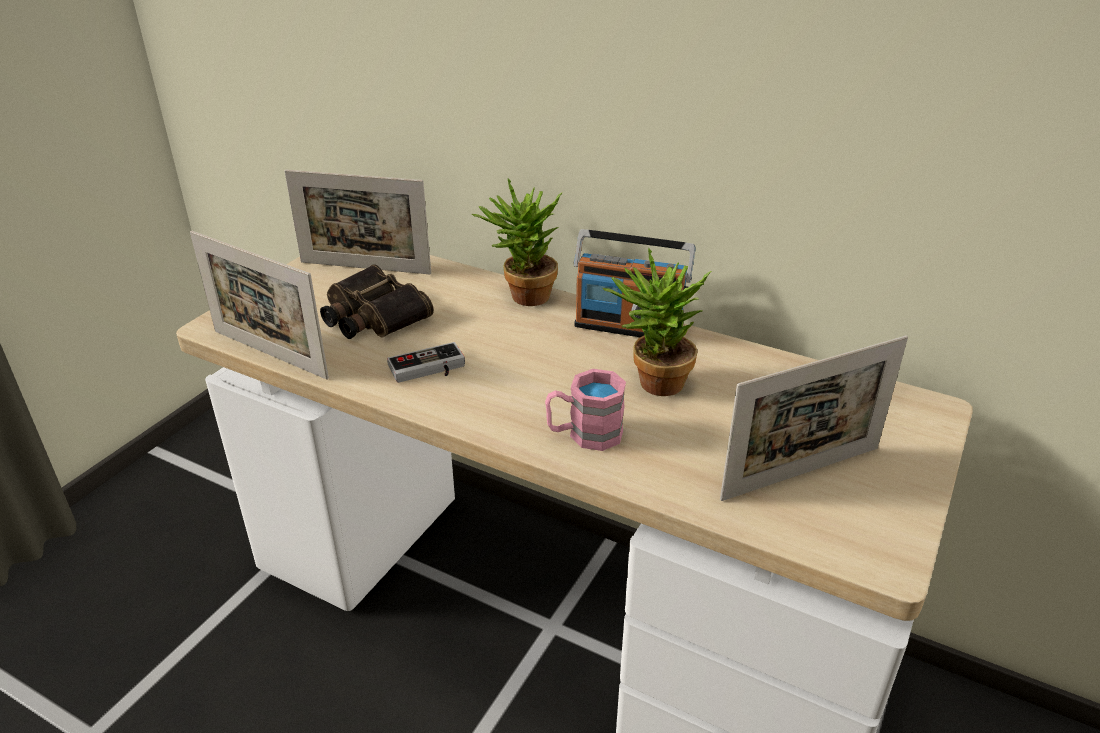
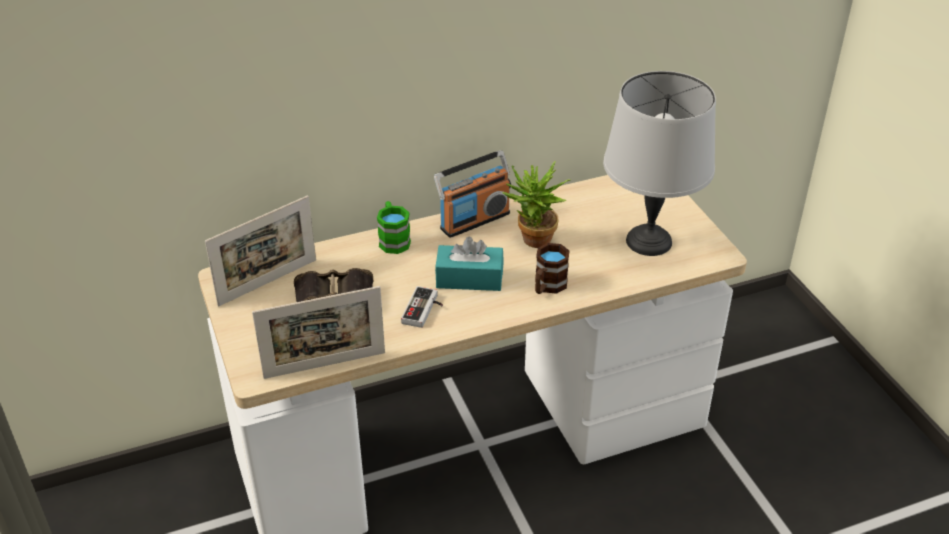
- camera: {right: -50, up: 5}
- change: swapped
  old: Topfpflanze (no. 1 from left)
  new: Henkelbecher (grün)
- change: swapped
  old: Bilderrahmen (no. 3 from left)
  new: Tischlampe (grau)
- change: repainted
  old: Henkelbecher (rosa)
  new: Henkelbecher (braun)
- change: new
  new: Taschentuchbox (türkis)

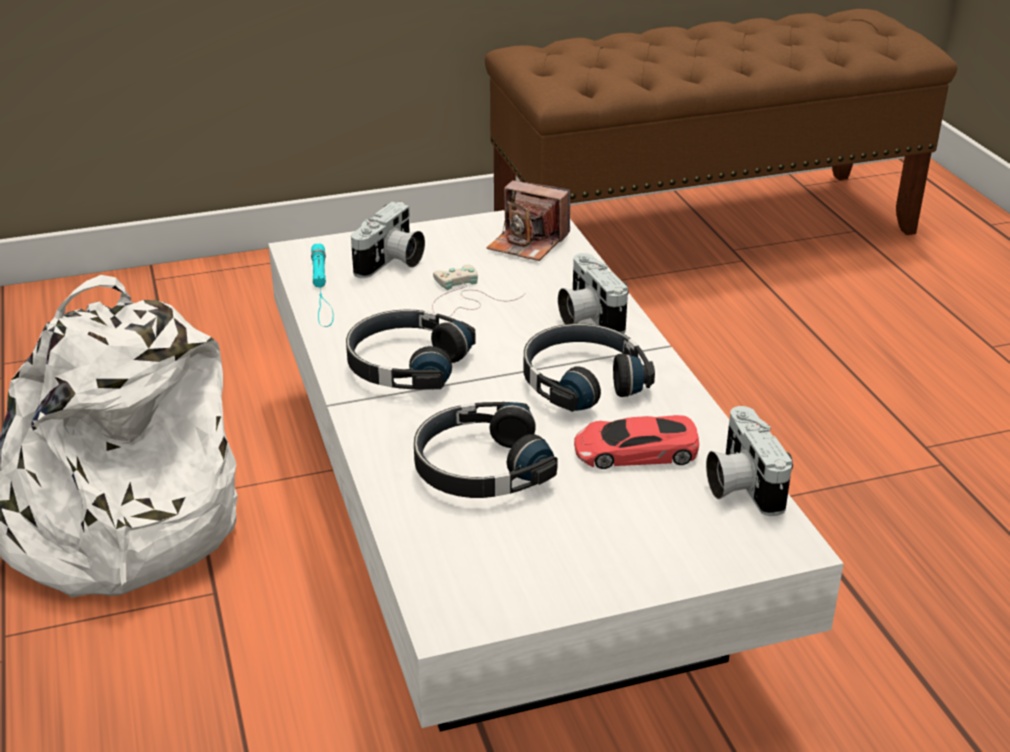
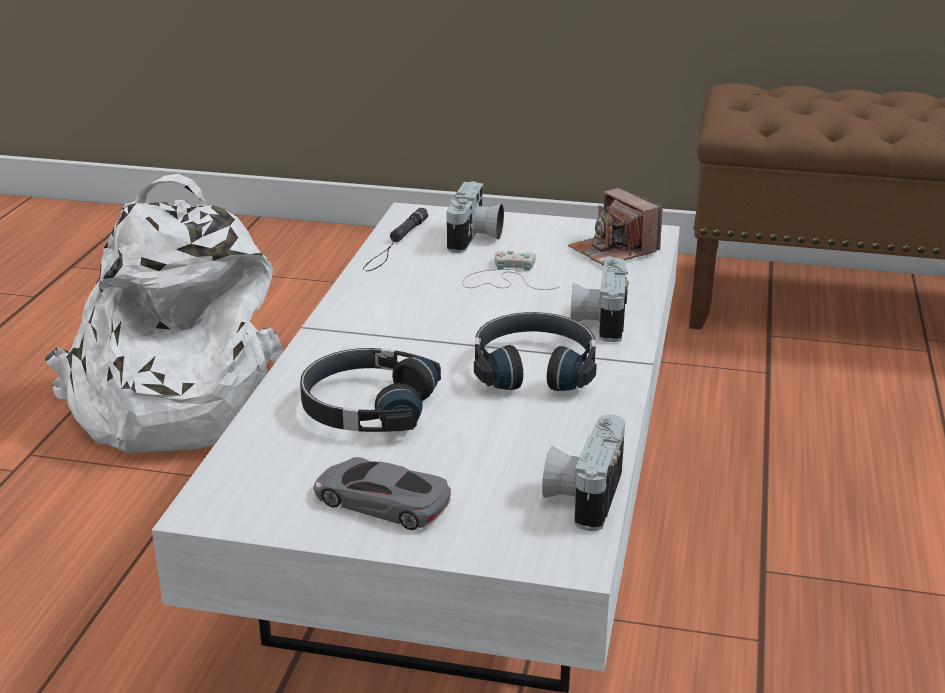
- camera: {right: 30, up: -5}
- change: rotated
  old: Kamera (no. 1 from left)
  degrees: -45
- change: repainted
  old: Taschenlampe (türkis)
  new: Taschenlampe (schwarz)
- change: gone
  old: Kopfhörer (schwarz) (no. 1 from left)
- change: gone
  old: Spielzeugauto (rot)
- change: new
  new: Spielzeugauto (grau)

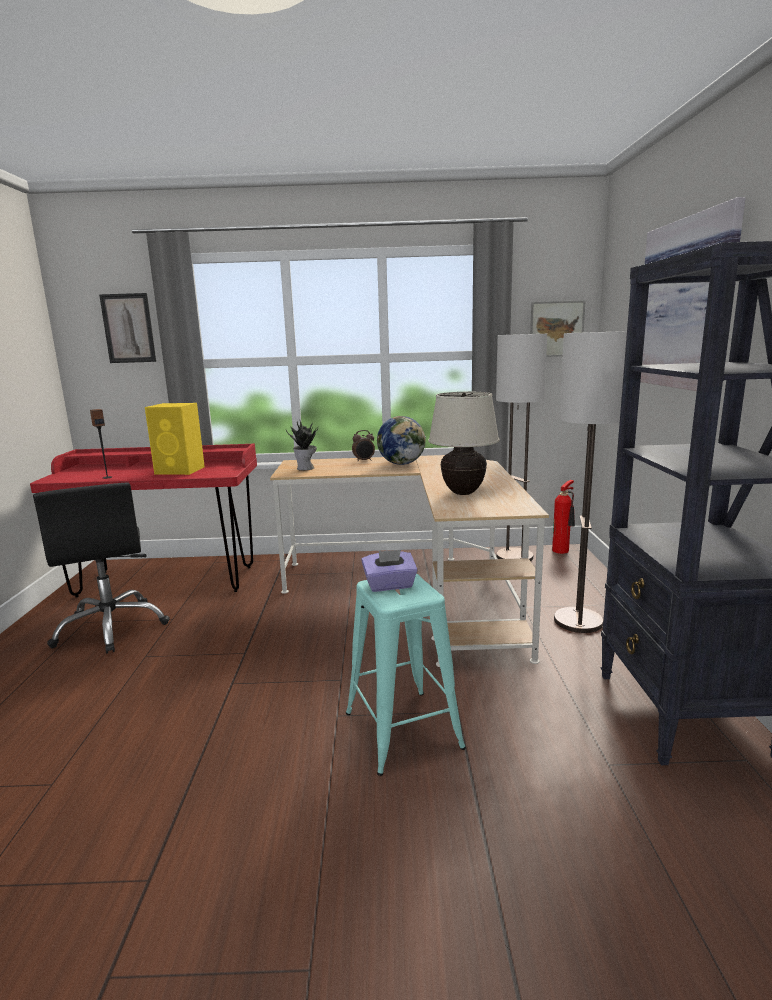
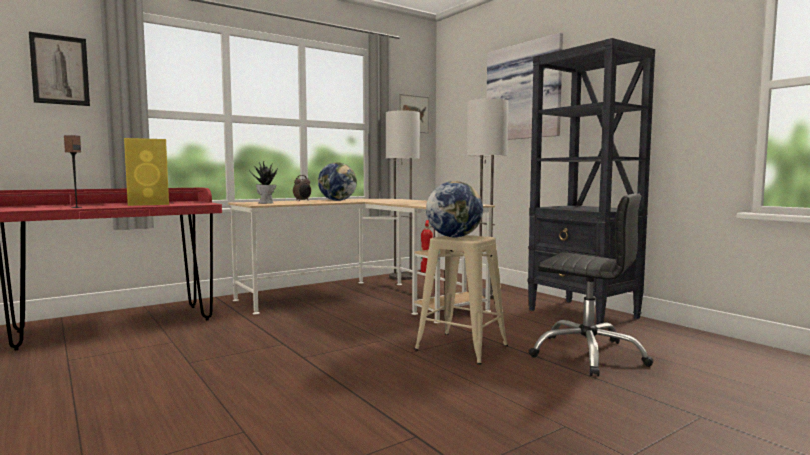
- camera: {right: -35, up: -10}
- change: gone
  old: Tischlampe (beige)
- change: shifted
  old: Bürostuhl (schwarz)
- change: swapped
  old: Taschentuchbox (lila)
  new: Globus (no. 2 from left)
- change: repainted
  old: Hocker (türkis)
  new: Hocker (beige)

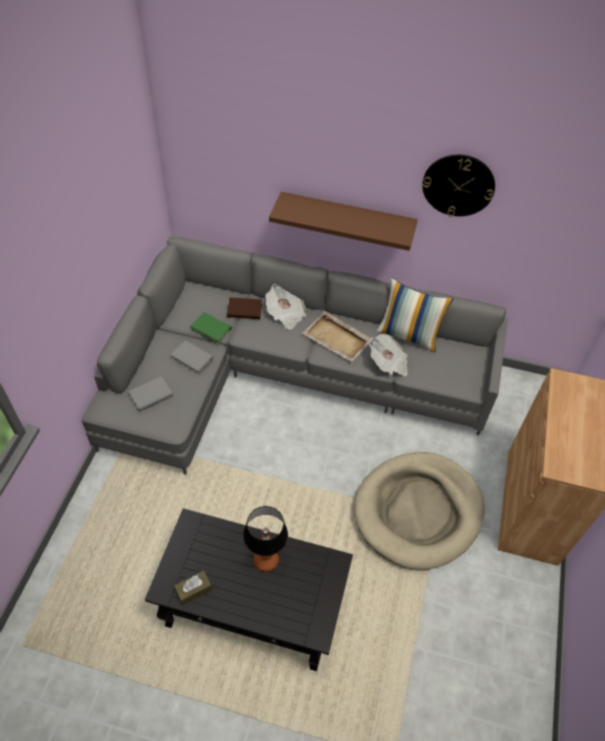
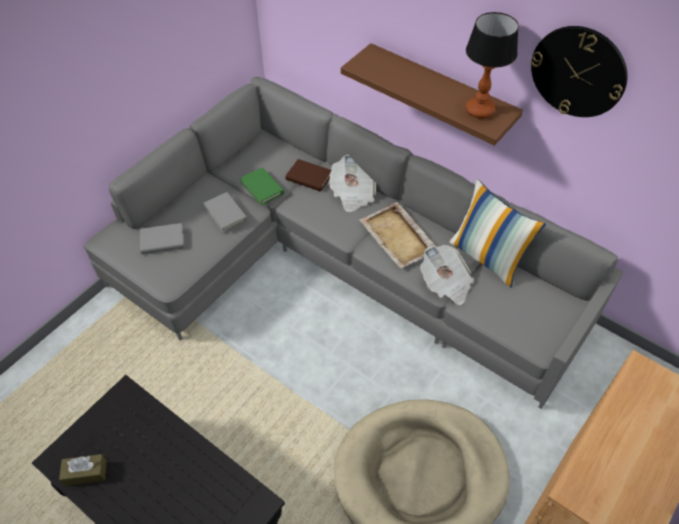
- camera: {right: 25, up: 0}
- change: shifted
  old: Tischlampe

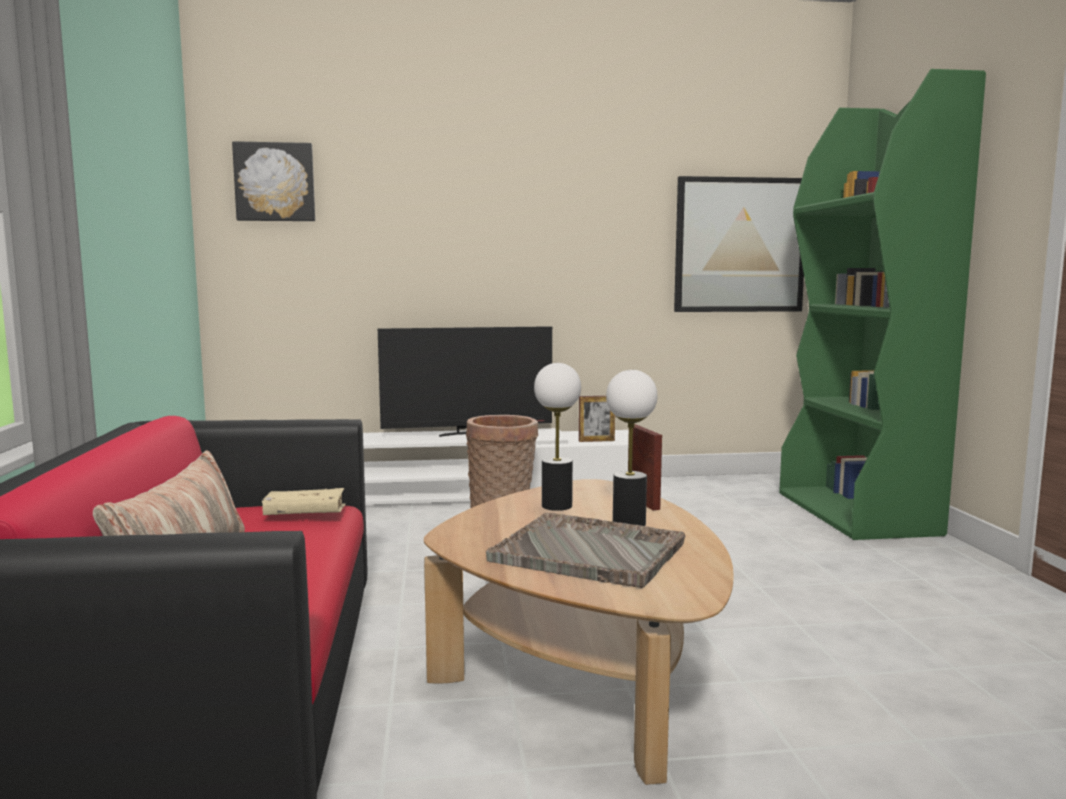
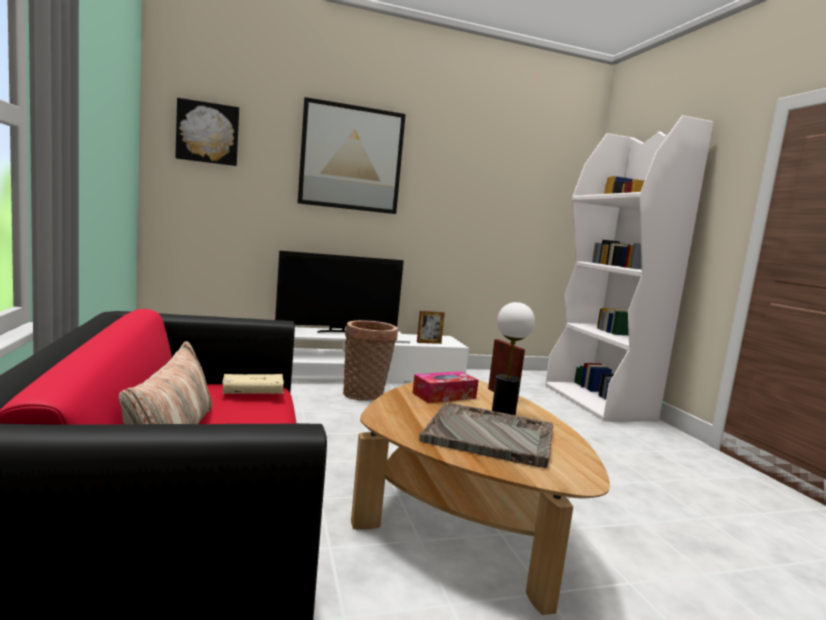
- camera: {right: -10, up: 0}
- change: repainted
  old: Bücherregal (grün)
  new: Bücherregal (weiß)
- change: shifted
  old: Bild (no. 2 from left)
- change: swapped
  old: Tischlampe (no. 1 from left)
  new: Taschentuchbox

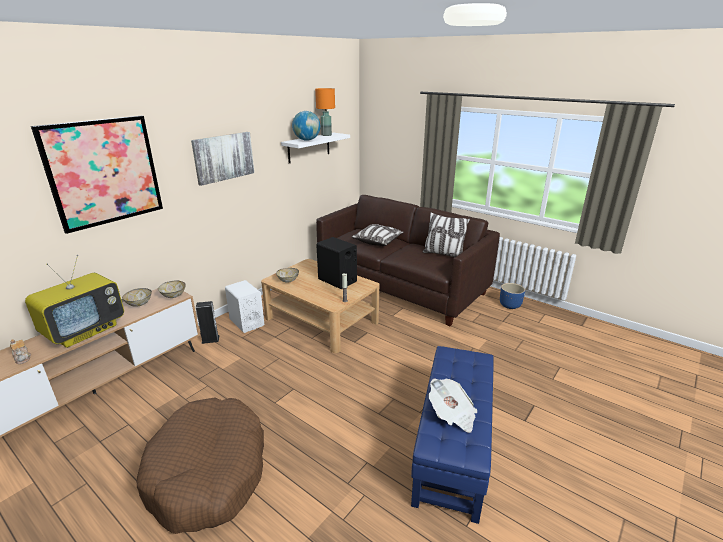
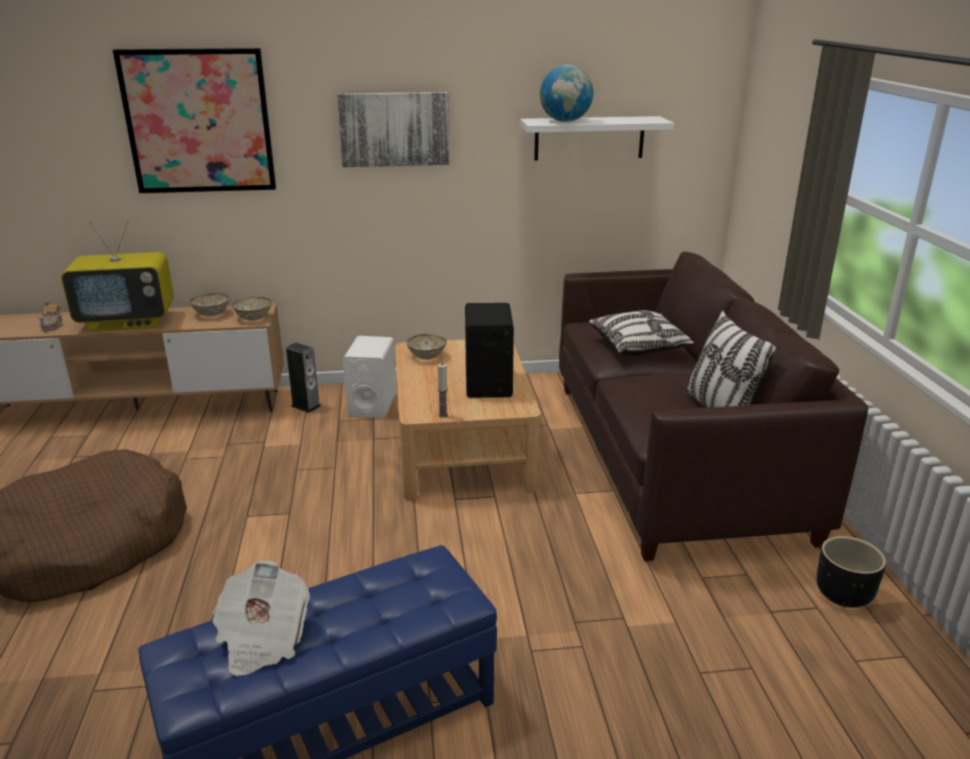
- camera: {right: 45, up: 0}
- change: gone
  old: Tischlampe (orange)
- change: repainted
  old: Pflanzkübel (blau)
  new: Pflanzkübel (schwarz)

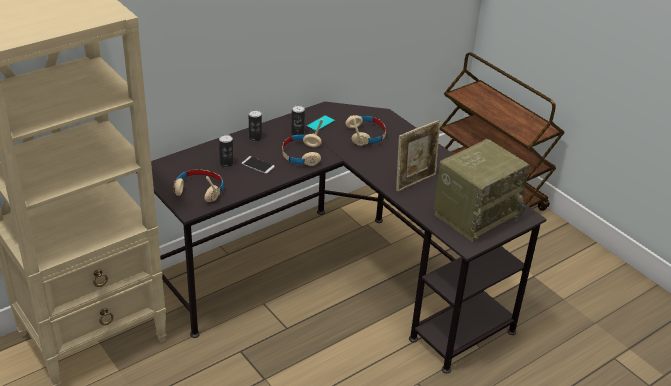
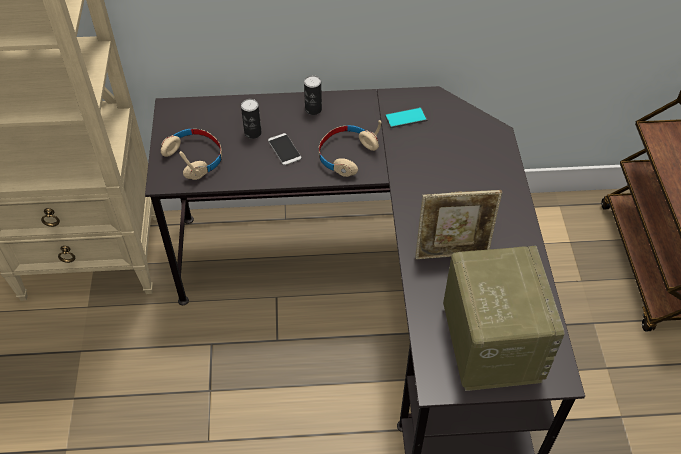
- camera: {right: 35, up: 15}
- change: gone
  old: Dose (no. 3 from left)
- change: gone
  old: Kopfhörer (beige) (no. 3 from left)
- change: rotated
  old: Radio
  degrees: -90

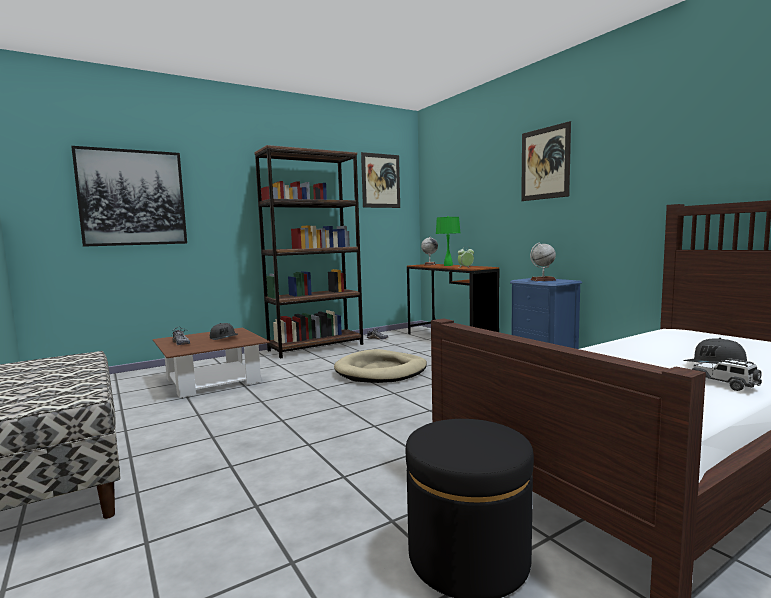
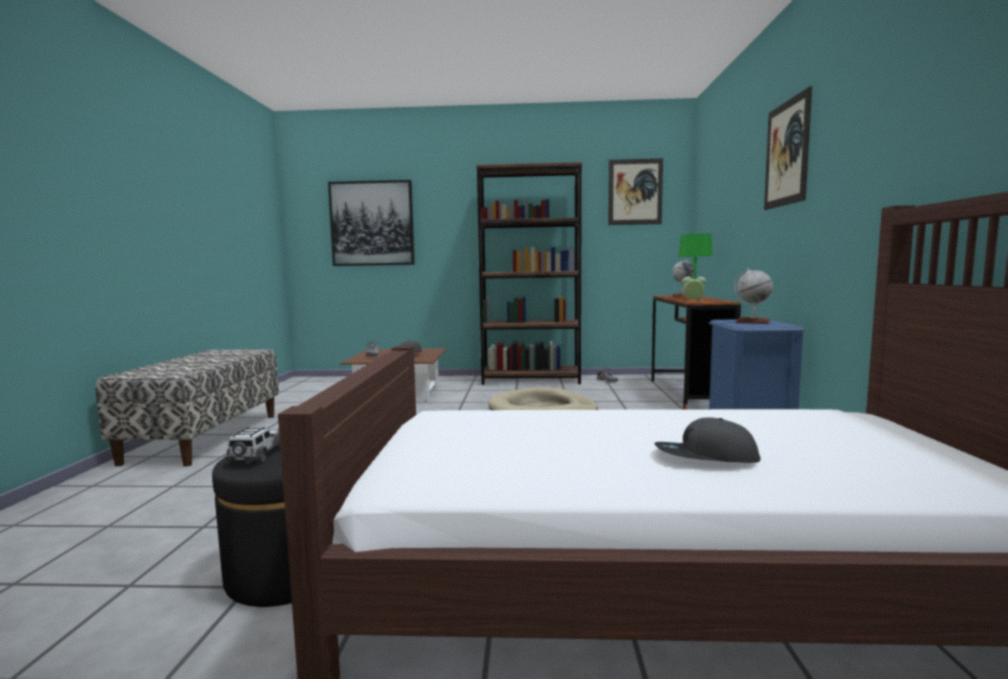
- camera: {right: 35, up: 0}
- change: shifted
  old: Spielzeugauto

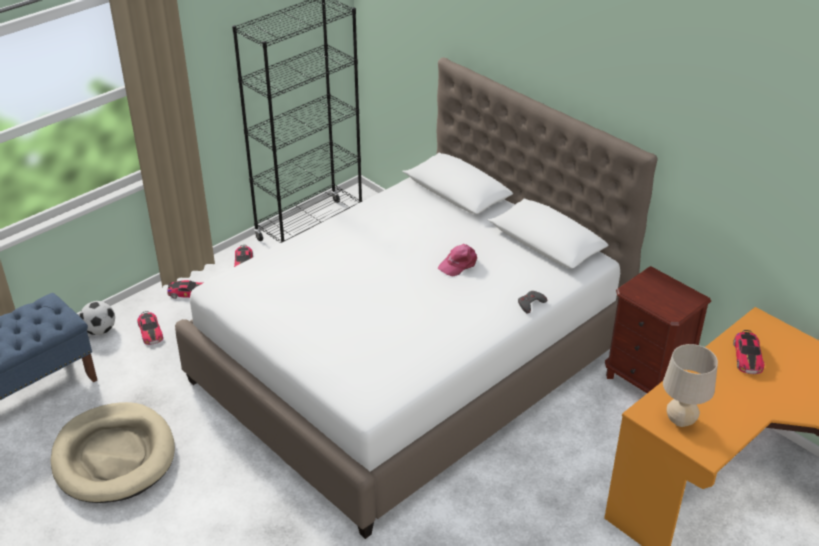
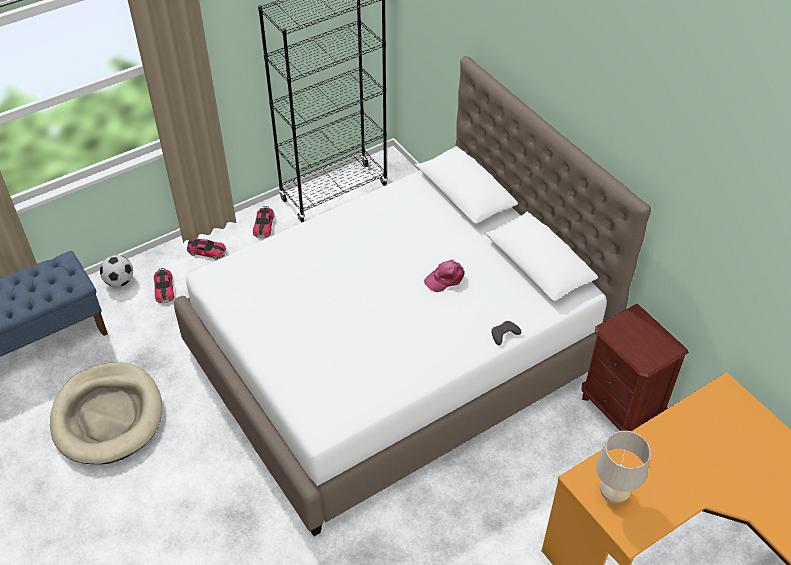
- camera: {right: 10, up: 10}
- change: gone
  old: Spielzeugauto (no. 4 from left)

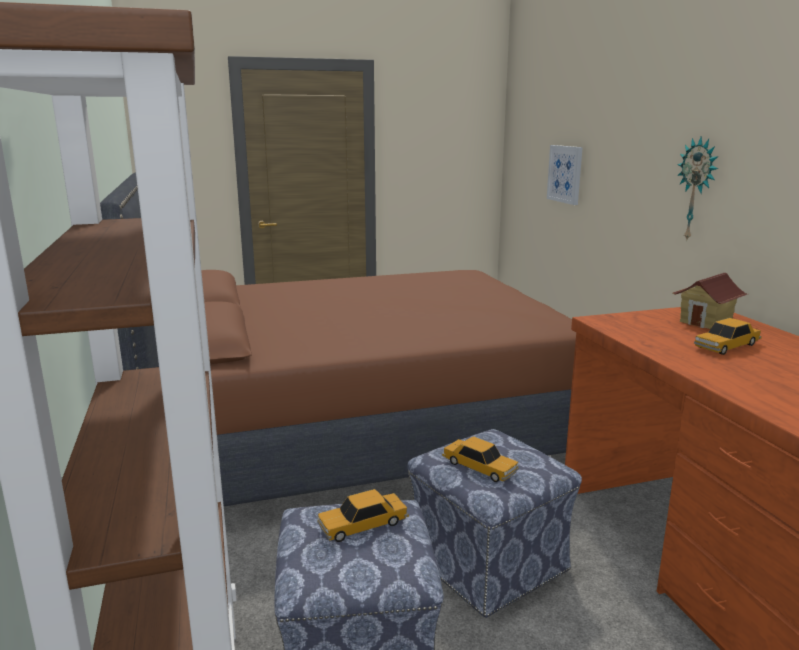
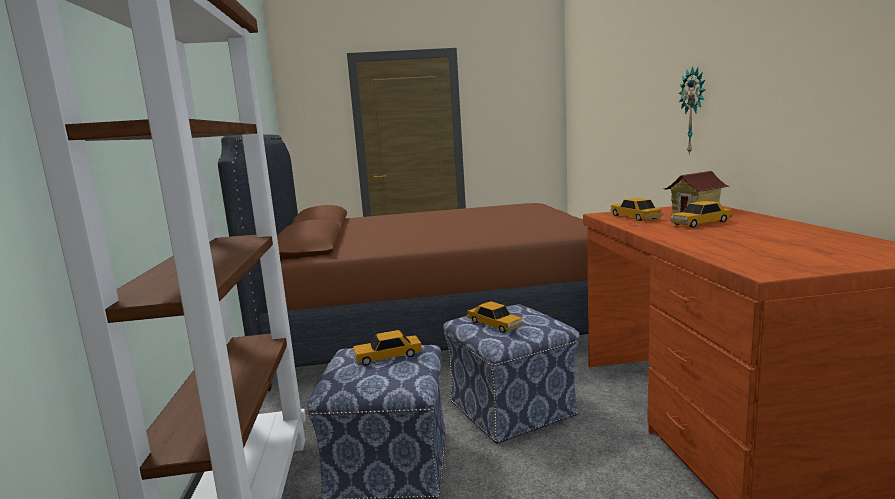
- camera: {right: 10, up: -5}
- change: gone
  old: Bild
- change: new
  new: Spielzeugauto (no. 3 from left)

